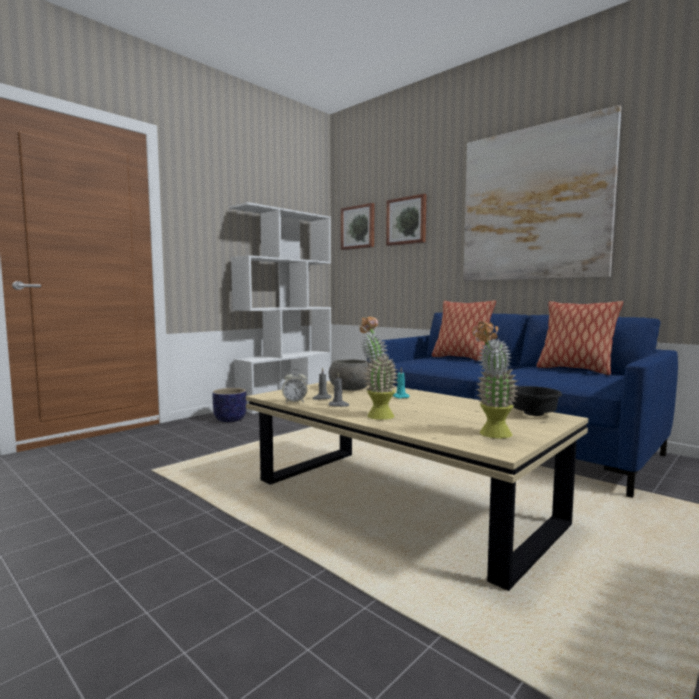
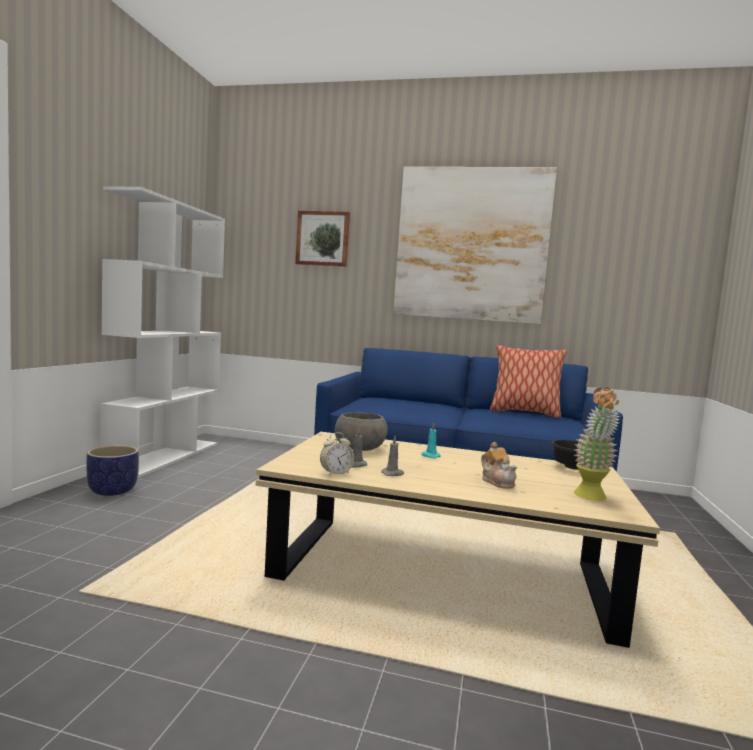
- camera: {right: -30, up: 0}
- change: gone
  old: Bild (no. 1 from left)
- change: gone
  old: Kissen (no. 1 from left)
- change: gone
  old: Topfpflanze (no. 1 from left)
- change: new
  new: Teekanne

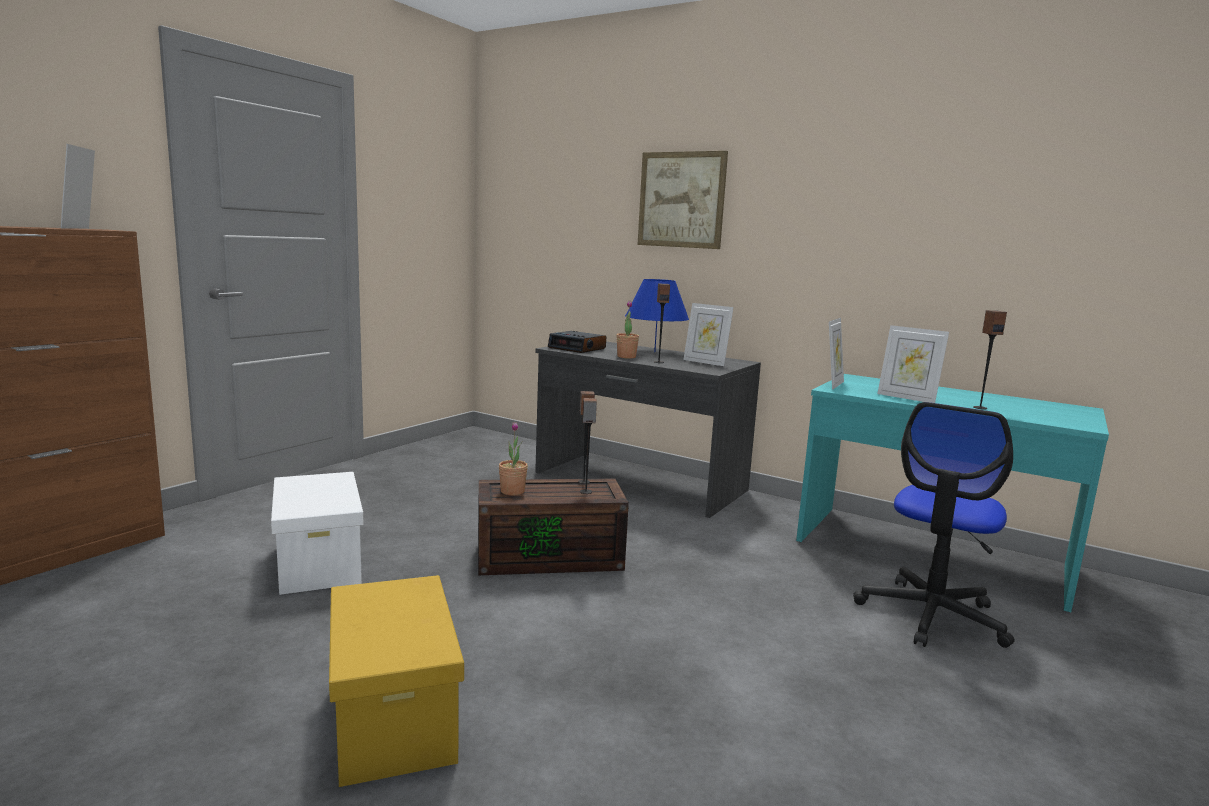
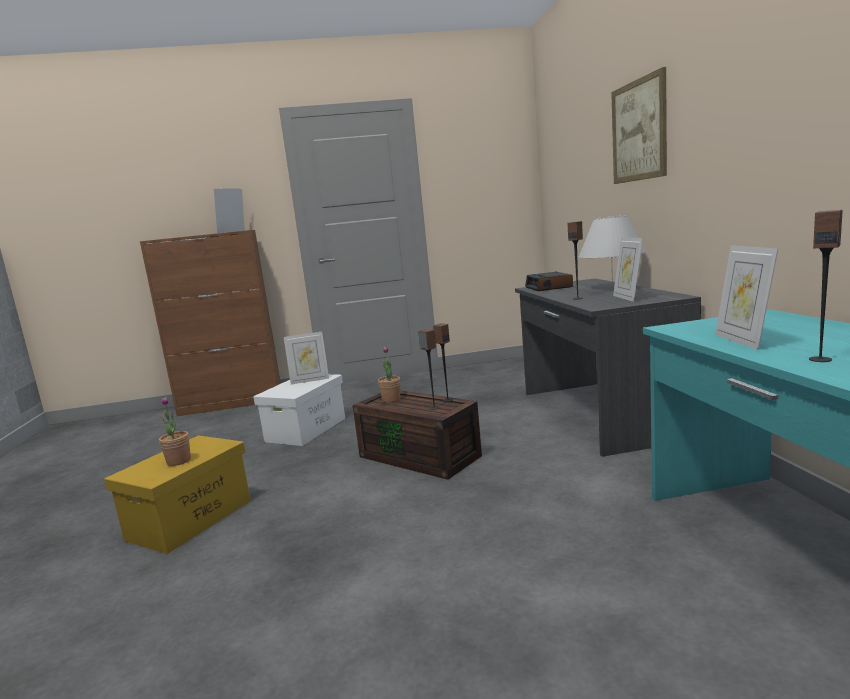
- camera: {right: 50, up: 0}
- change: repainted
  old: Tischlampe (blau)
  new: Tischlampe (weiß)
- change: shifted
  old: Topfpflanze (no. 2 from left in the first image)
  new: Topfpflanze (no. 1 from left)
- change: shifted
  old: Bilderrahmen (no. 3 from left in the first image)
  new: Bilderrahmen (no. 2 from left)
- change: gone
  old: Bürostuhl

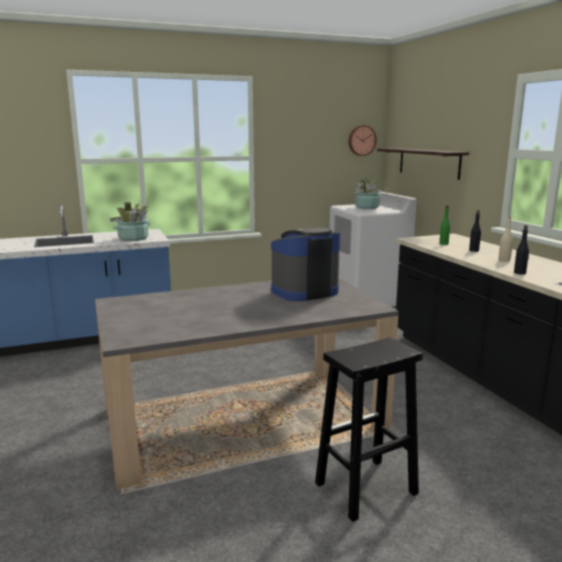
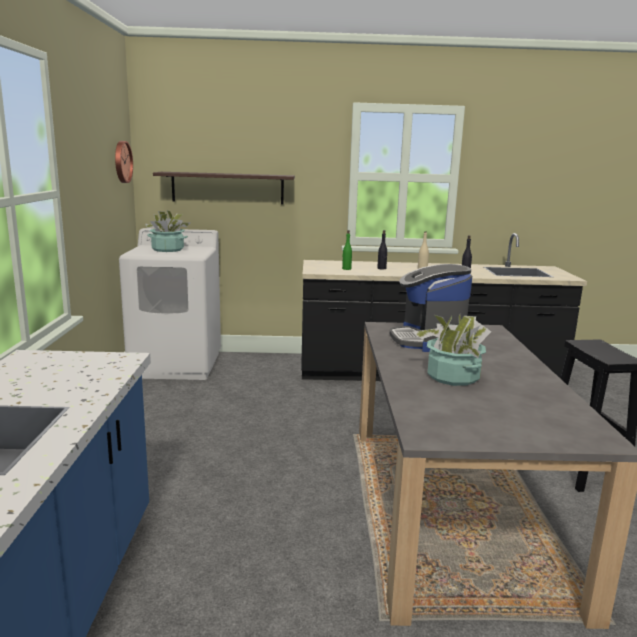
- camera: {right: -70, up: 0}
- change: shifted
  old: Topfpflanze (no. 1 from left in the first image)
  new: Topfpflanze (no. 2 from left)

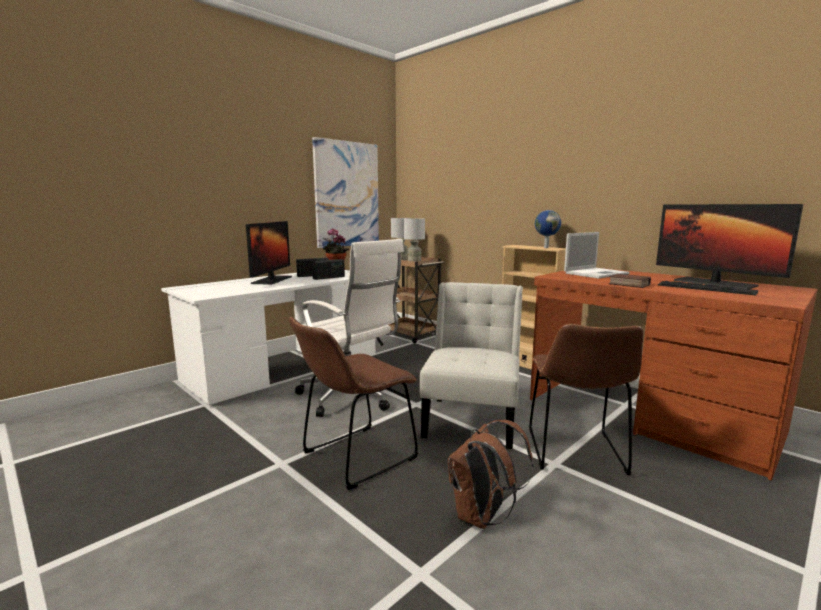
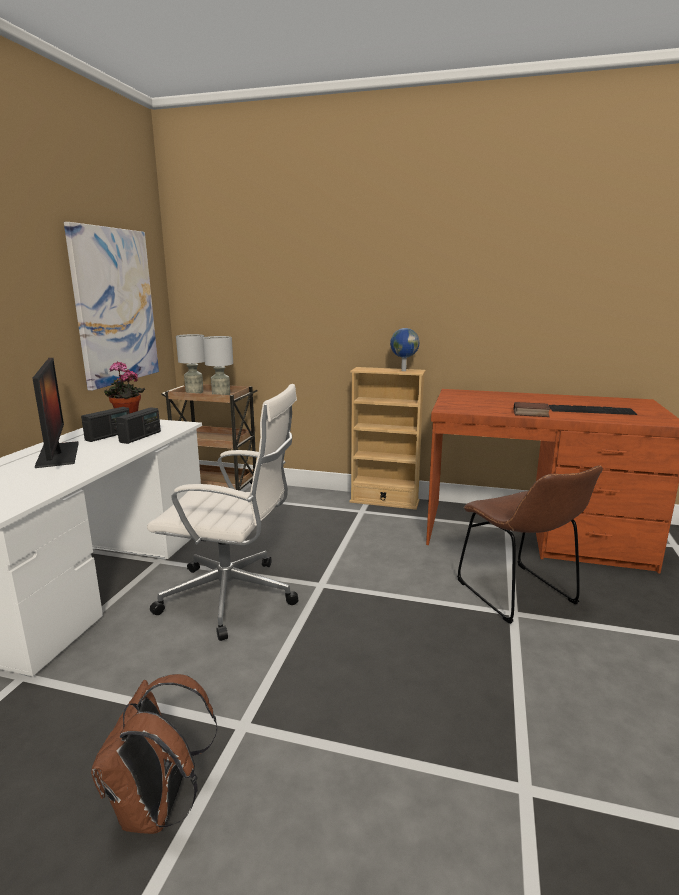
- camera: {right: -30, up: 5}
- change: gone
  old: Monitor (no. 2 from left)
- change: gone
  old: Laptop
- change: gone
  old: Stuhl (weiß)
- change: gone
  old: Stuhl (braun) (no. 1 from left)
- change: shifted
  old: Rucksack (braun)

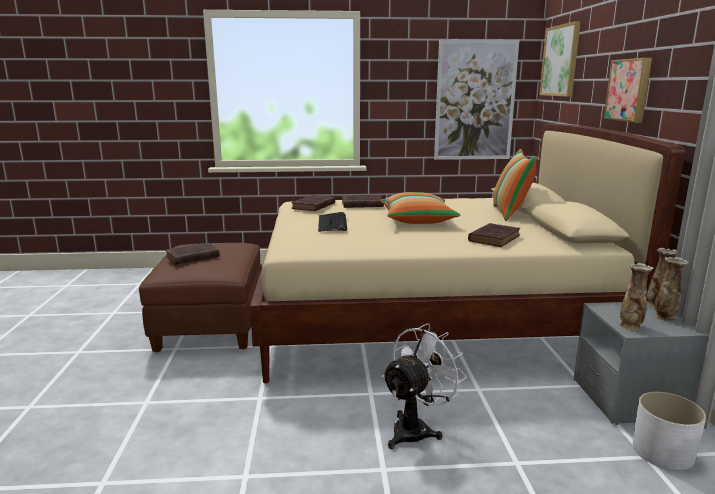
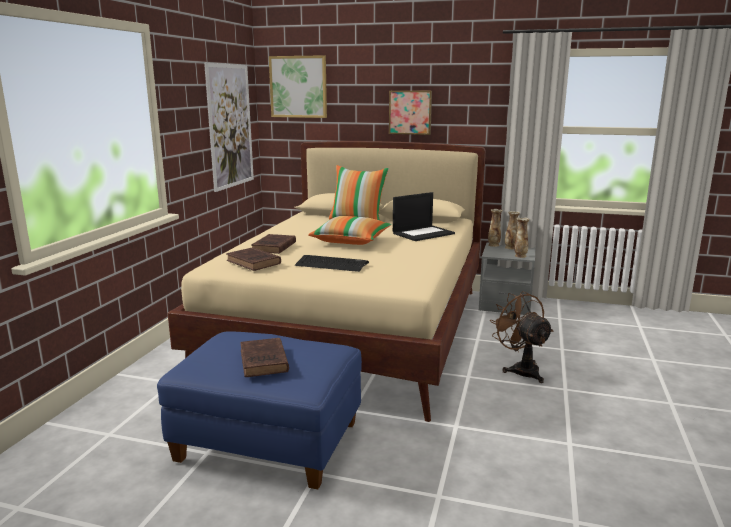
- camera: {right: -70, up: 0}
- change: swapped
  old: Buch (braun) (no. 4 from left)
  new: Laptop
- change: repainted
  old: Polsterhocker (braun)
  new: Polsterhocker (blau)
- change: repainted
  old: Ventilator (weiß)
  new: Ventilator (braun)
- change: gone
  old: Pflanzkübel (weiß)

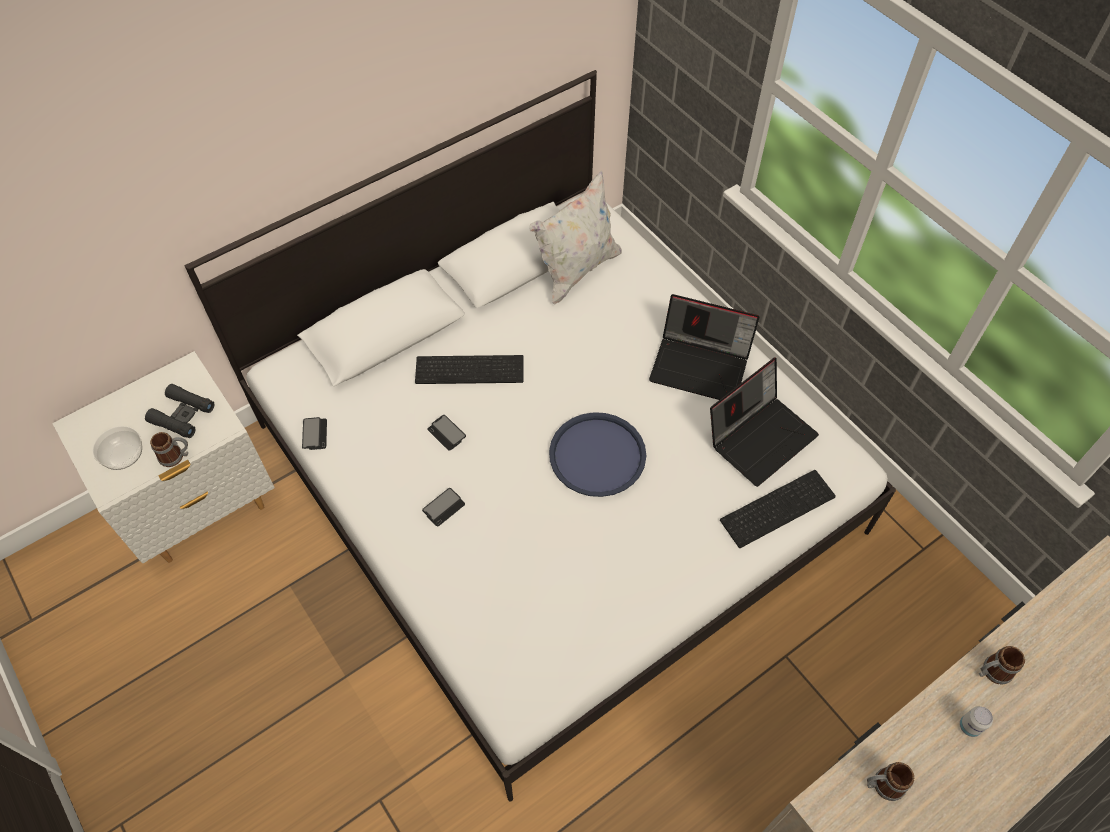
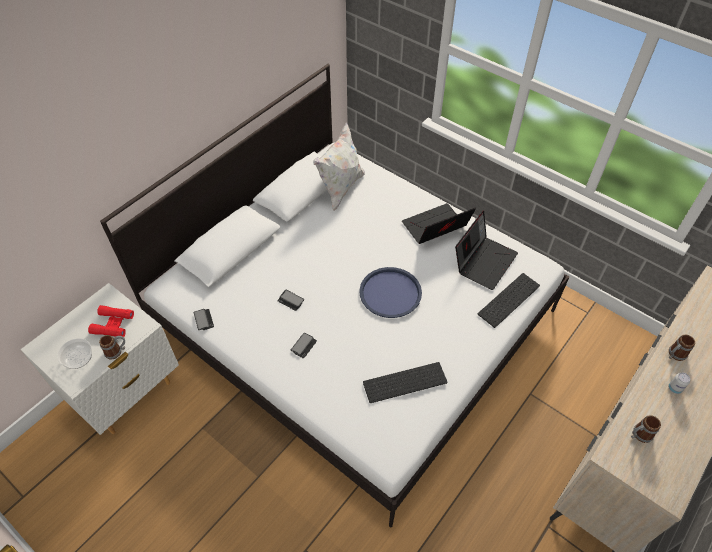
- camera: {right: -15, up: -5}
- change: rotated
  old: Laptop (no. 1 from left)
  degrees: 150
- change: shifted
  old: Tastatur (no. 1 from left)
- change: repainted
  old: Fernglas (schwarz)
  new: Fernglas (rot)

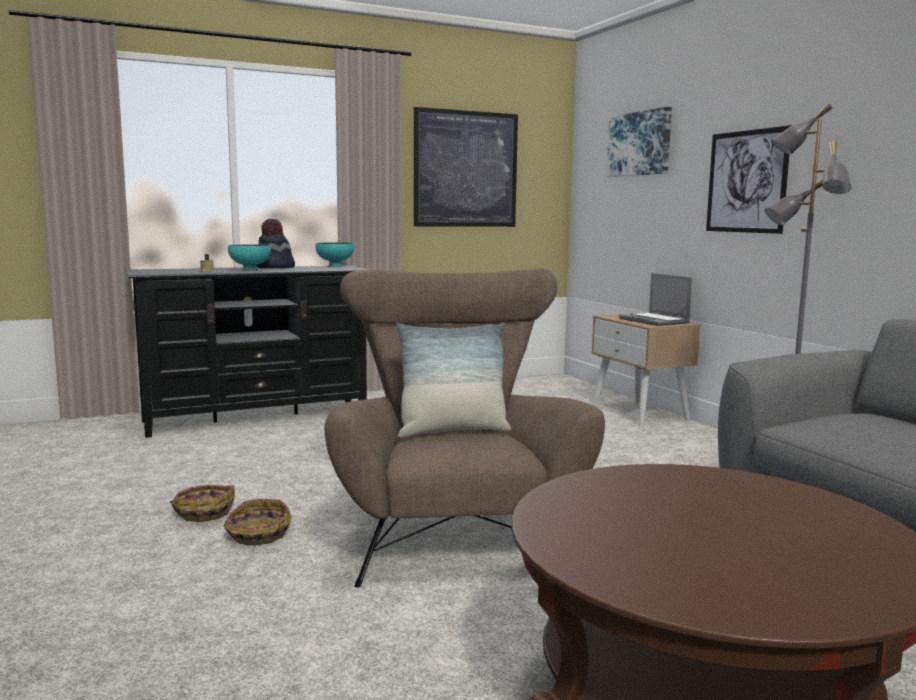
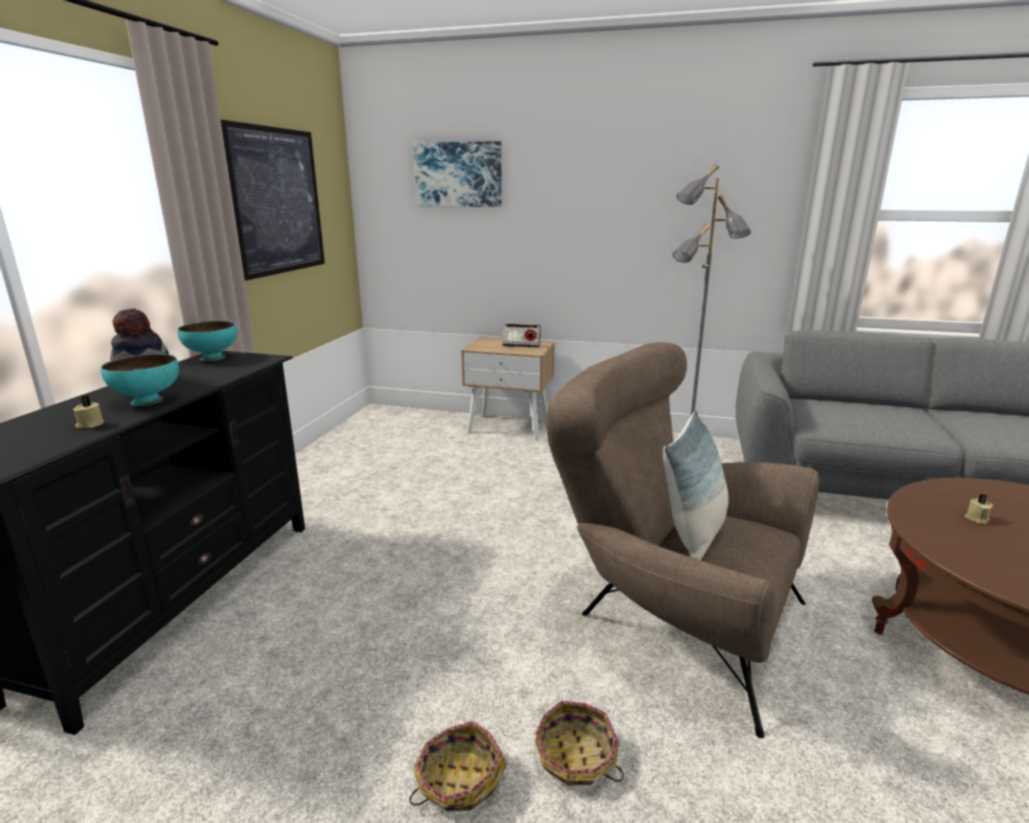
- camera: {right: -50, up: 10}
- change: gone
  old: Bild (no. 3 from left)
- change: swapped
  old: Laptop
  new: Radio
- change: new
  new: Kerze (beige) (no. 2 from left)

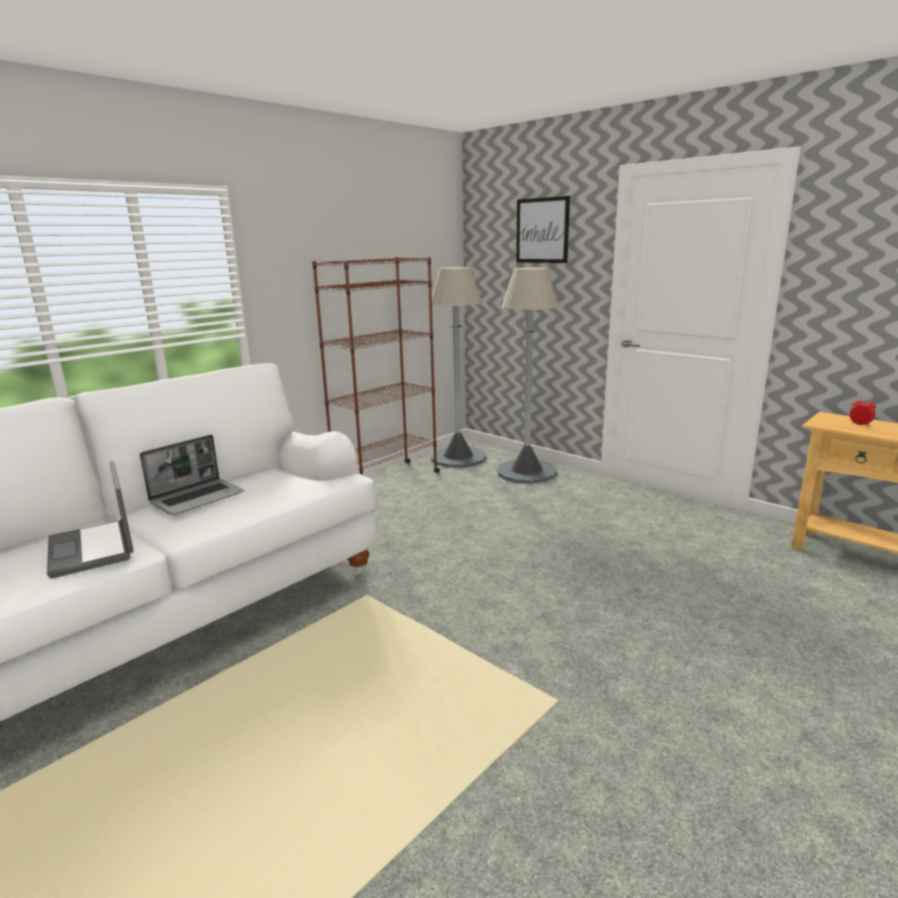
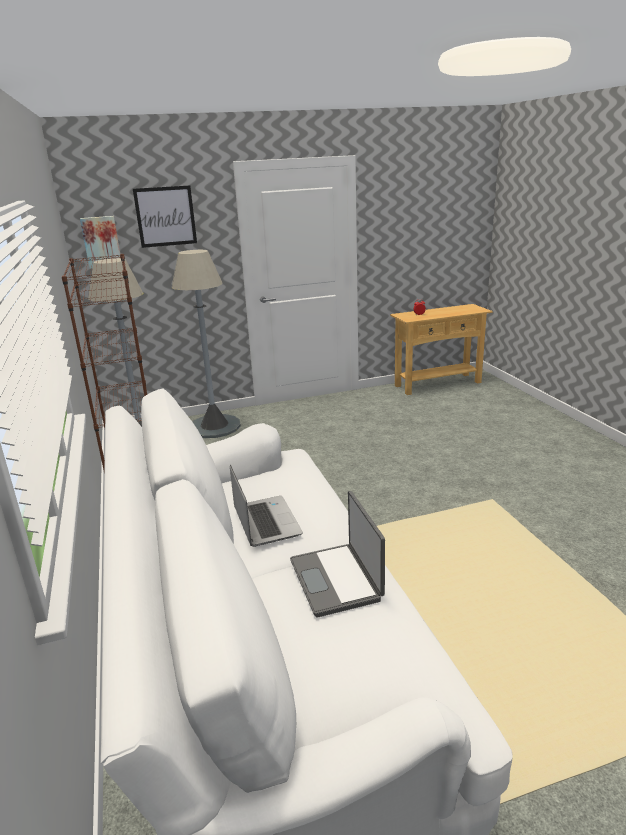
- camera: {right: -60, up: 5}
- change: rotated
  old: Laptop (no. 1 from left in the first image)
  degrees: 75
- change: new
  new: Bild (no. 1 from left)

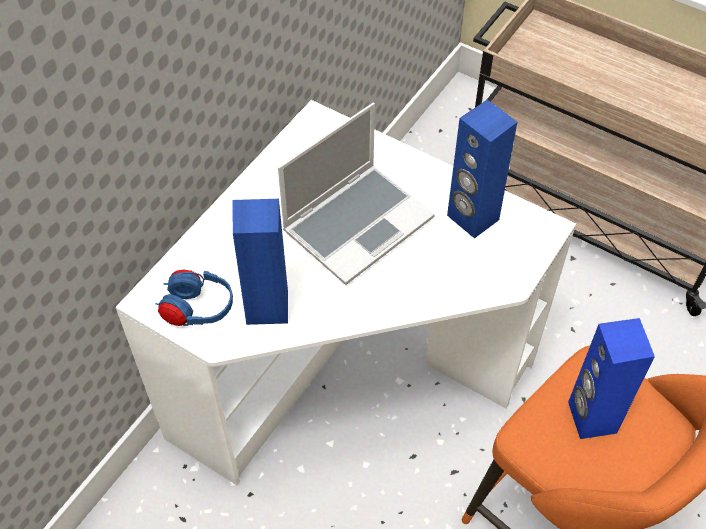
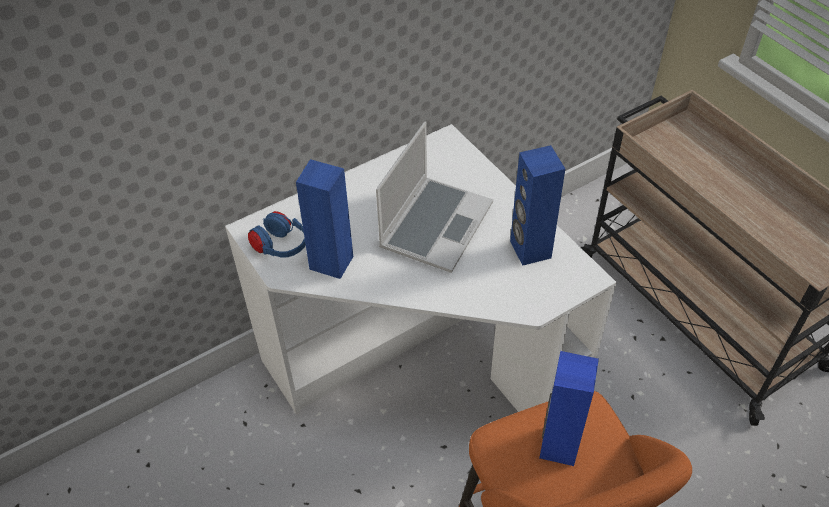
- camera: {right: 25, up: -5}
- change: rotated
  old: Laptop
  degrees: -45

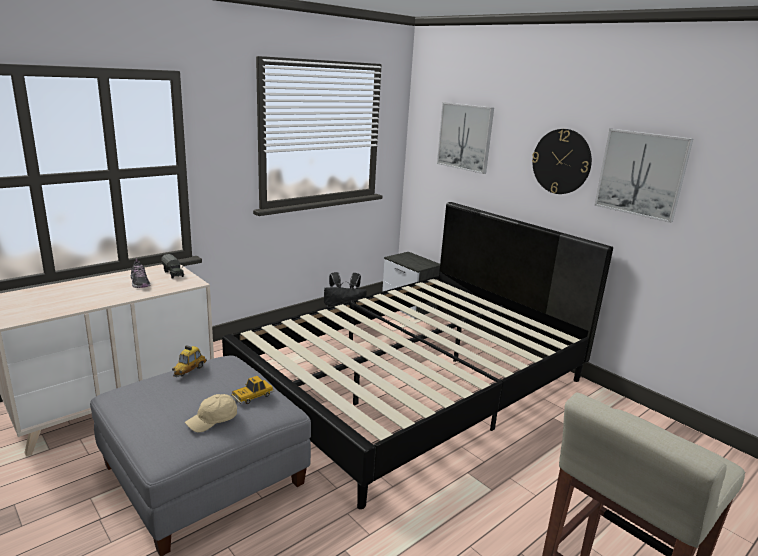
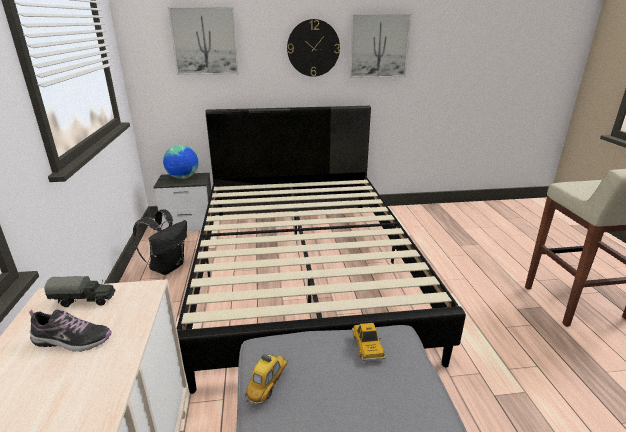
- camera: {right: -55, up: 5}
- change: rotated
  old: Spielzeugauto (no. 1 from left)
  degrees: -120
- change: gone
  old: Kappe (beige)
- change: new
  new: Globus

